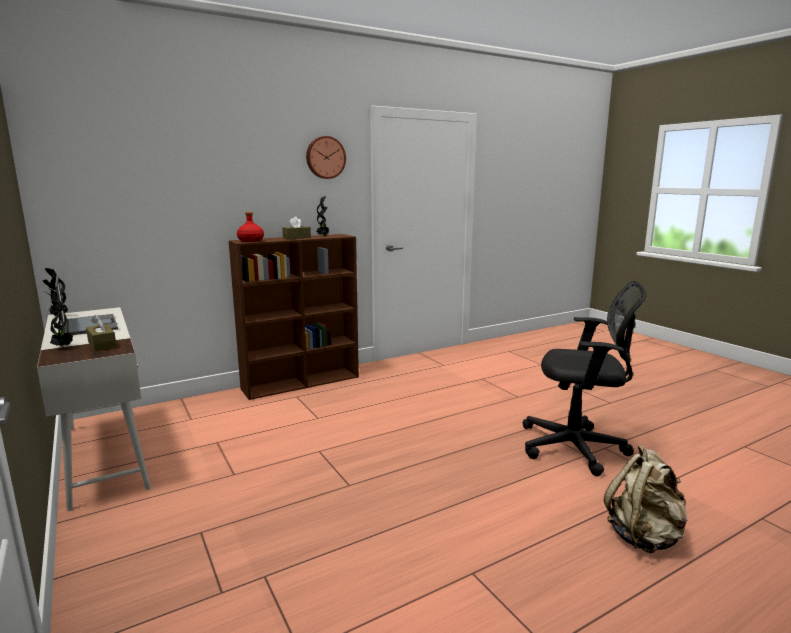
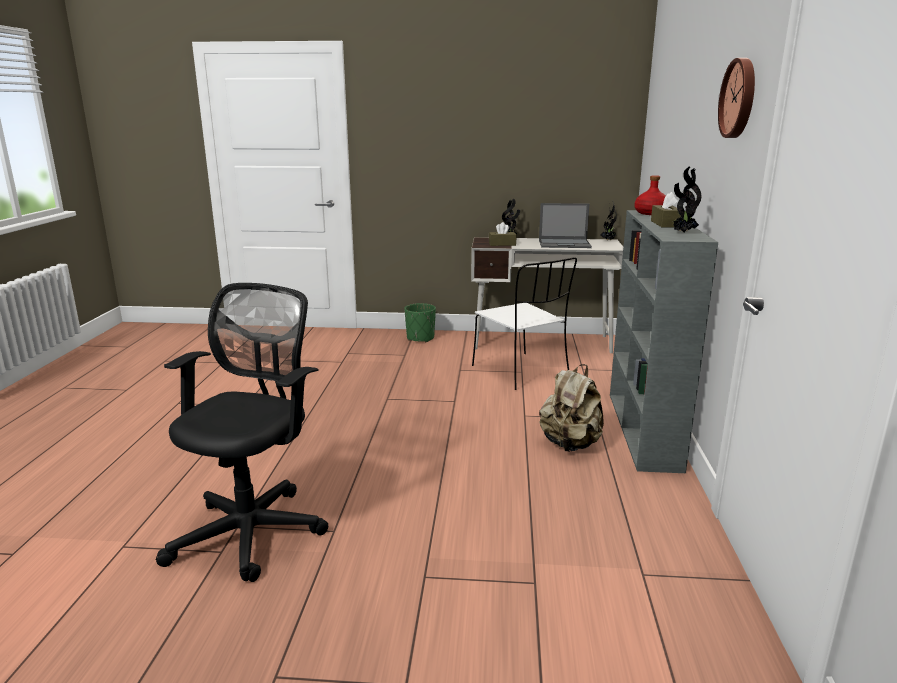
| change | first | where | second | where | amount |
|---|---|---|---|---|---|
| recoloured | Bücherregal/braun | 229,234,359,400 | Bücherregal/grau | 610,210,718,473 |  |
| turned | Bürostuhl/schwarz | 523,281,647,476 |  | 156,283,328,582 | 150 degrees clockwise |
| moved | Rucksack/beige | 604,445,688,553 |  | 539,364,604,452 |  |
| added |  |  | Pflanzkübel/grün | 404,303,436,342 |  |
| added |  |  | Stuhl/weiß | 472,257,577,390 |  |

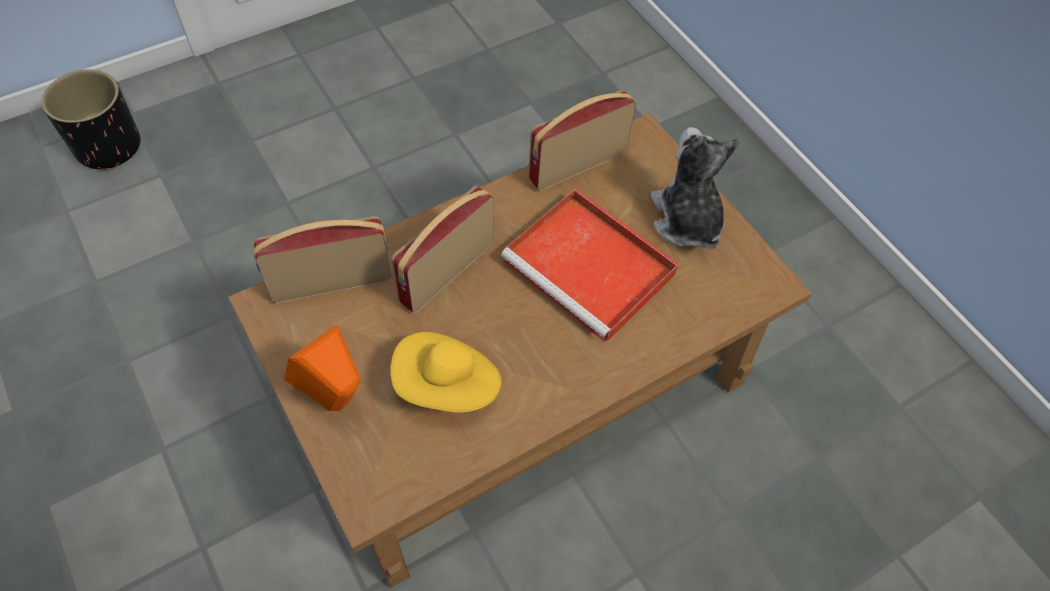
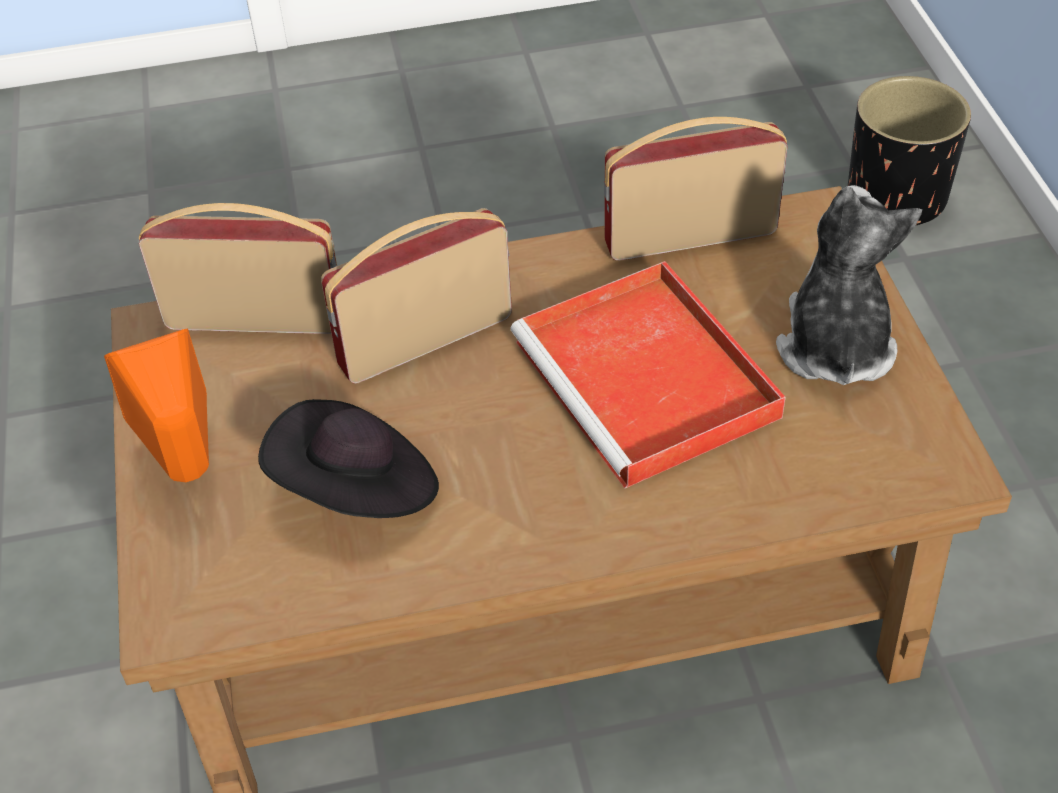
| change | first | where | second | where | amount |
|---|---|---|---|---|---|
| moved | Pflanzkübel/schwarz | 42,69,141,170 |  | 848,76,971,226 |  |
| recoloured | Hut/gelb | 391,332,502,413 | Hut/schwarz | 258,399,439,518 |  |

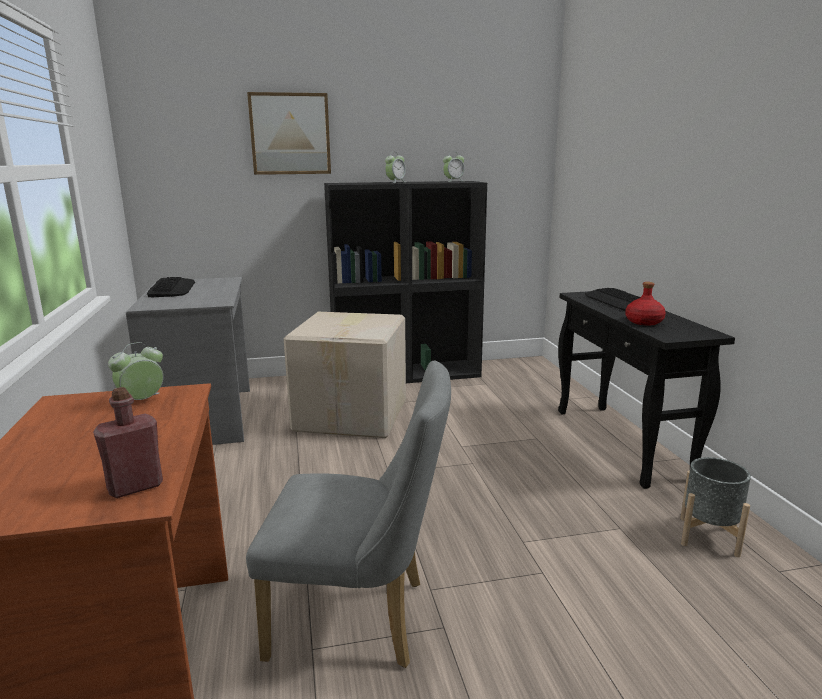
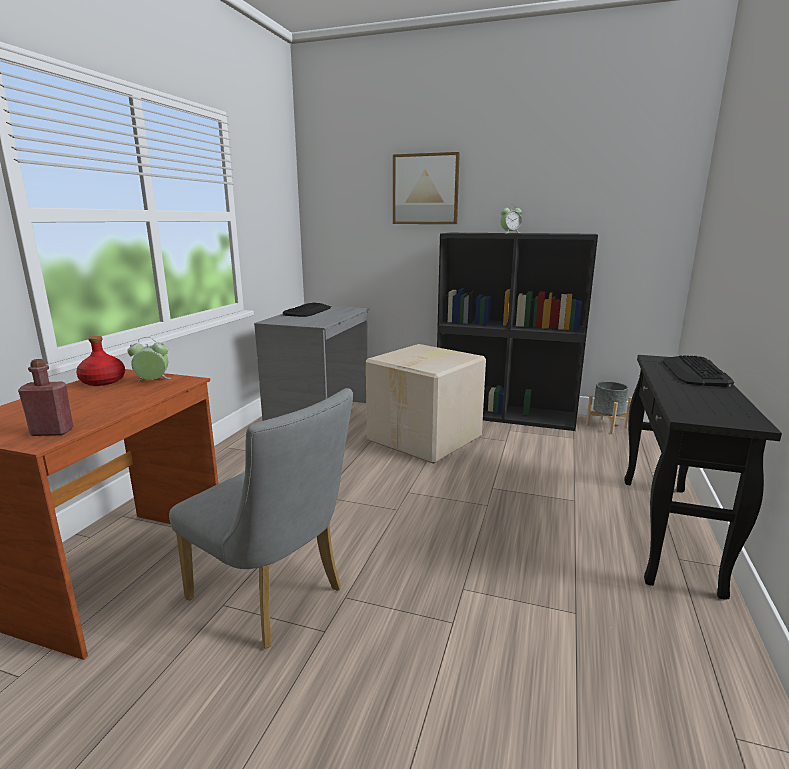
| change | first | where | second | where | amount |
|---|---|---|---|---|---|
| removed | Wecker | 443,152,465,182 |  |  |  |
| moved | Flasche/rot | 625,282,666,325 |  | 76,336,125,386 |  |
| moved | Pflanzkübel/grau | 680,457,751,557 |  | 586,381,632,434 |  |

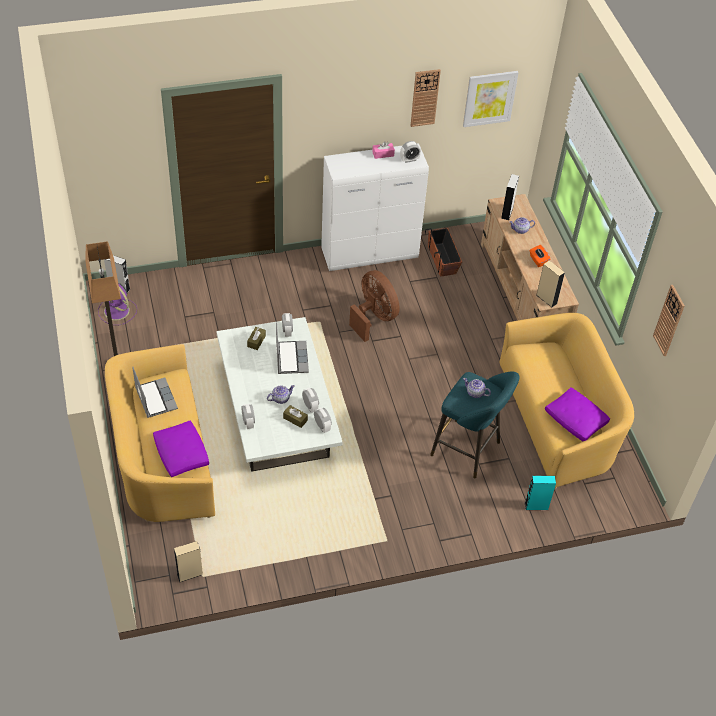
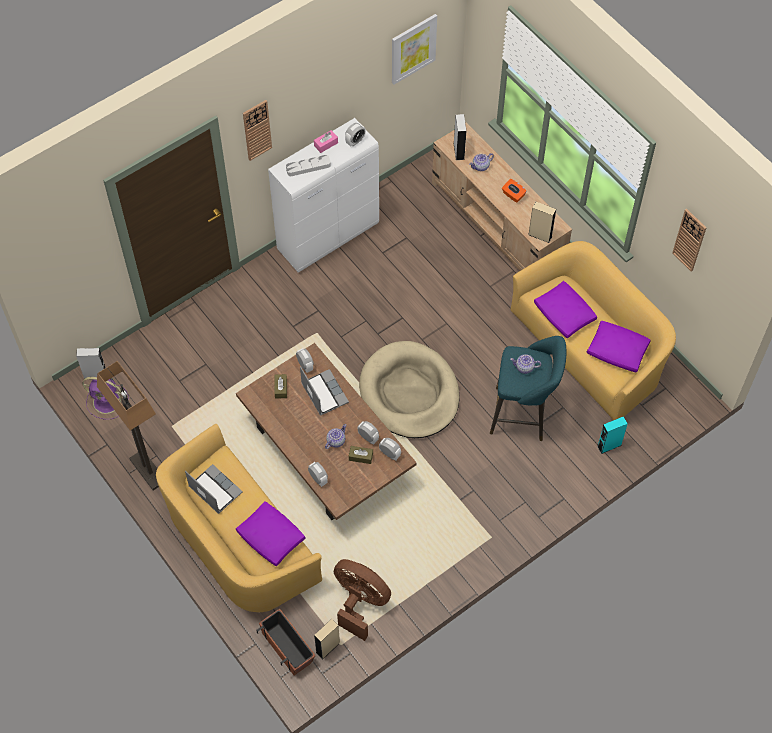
| change | first | where | second | where | amount |
|---|---|---|---|---|---|
| recoloured | Couchtisch/weiß | 216,317,343,472 | Couchtisch/braun | 236,343,417,520 |  |
| moved | Ventilator/braun | 349,270,399,342 |  | 334,559,391,641 |  |
| moved | Wanduhr | 411,69,441,127 |  | 243,100,272,161 |  |
| moved | Pflanzkübel | 425,228,462,277 |  | 256,609,316,675 |  |
| added |  |  | Tablett/grau | 286,155,331,176 |  |
| added |  |  | Hundebett/beige | 359,341,460,438 |  |
| added |  |  | Kissen/lila | 534,281,597,338 |  |

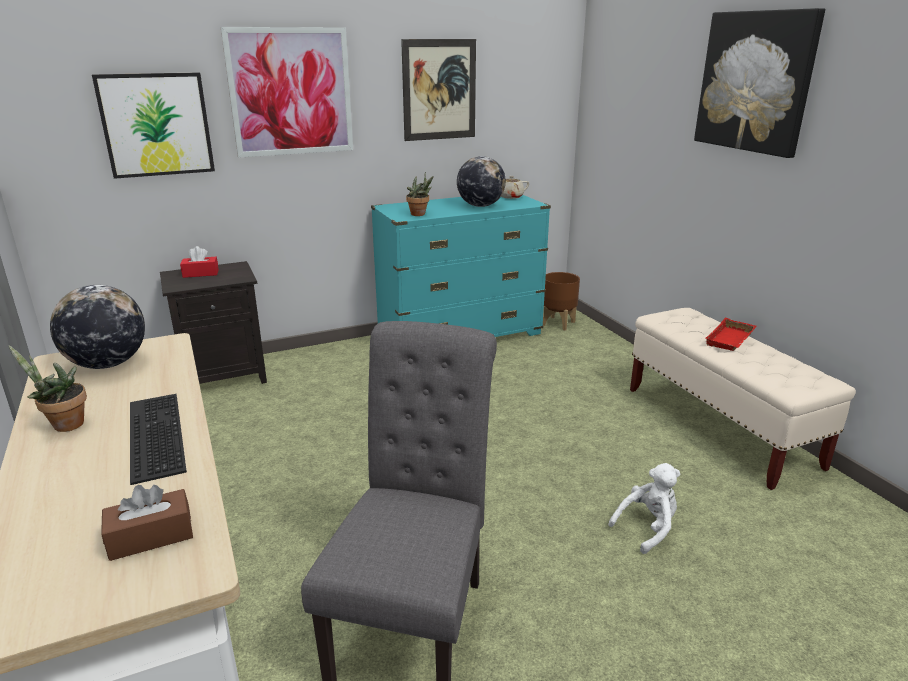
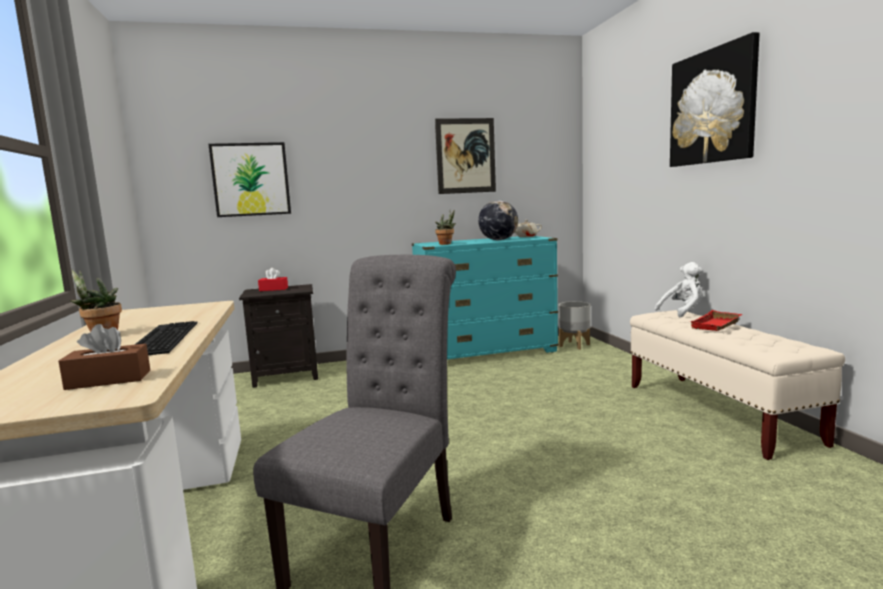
| change | first | where | second | where | amount |
|---|---|---|---|---|---|
| removed | Globus | 50,285,145,369 |  |  |  |
| removed | Bild | 221,27,353,158 |  |  |  |
| recoloured | Pflanzkübel/braun | 543,272,580,331 | Pflanzkübel/grau | 558,301,590,350 |  |
| moved | Plüschtier/weiß | 608,463,680,554 |  | 655,262,703,317 |  |

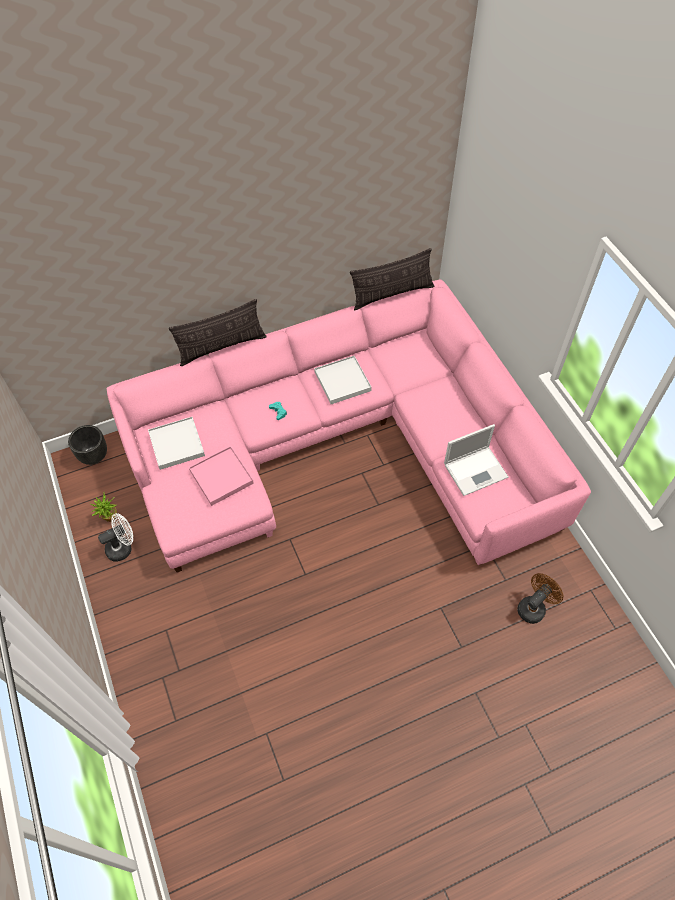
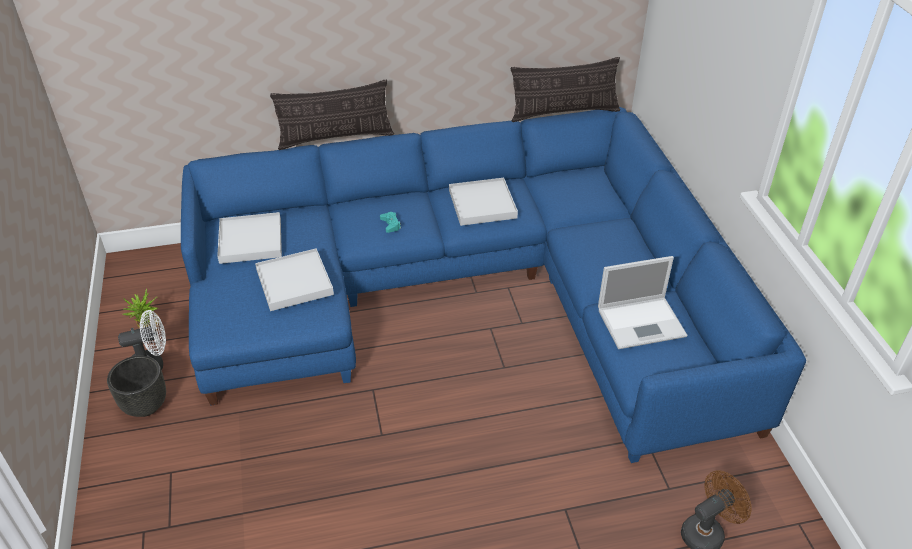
| change | first | where | second | where | amount |
|---|---|---|---|---|---|
| moved | Pflanzkübel/schwarz | 68,425,107,465 |  | 107,355,166,417 |  |
| recoloured | Sofa/rosa | 106,280,591,573 | Sofa/blau | 181,107,806,463 |  |
| recoloured | Tablett/rosa | 189,446,254,506 | Tablett/weiß | 255,248,334,311 |  |

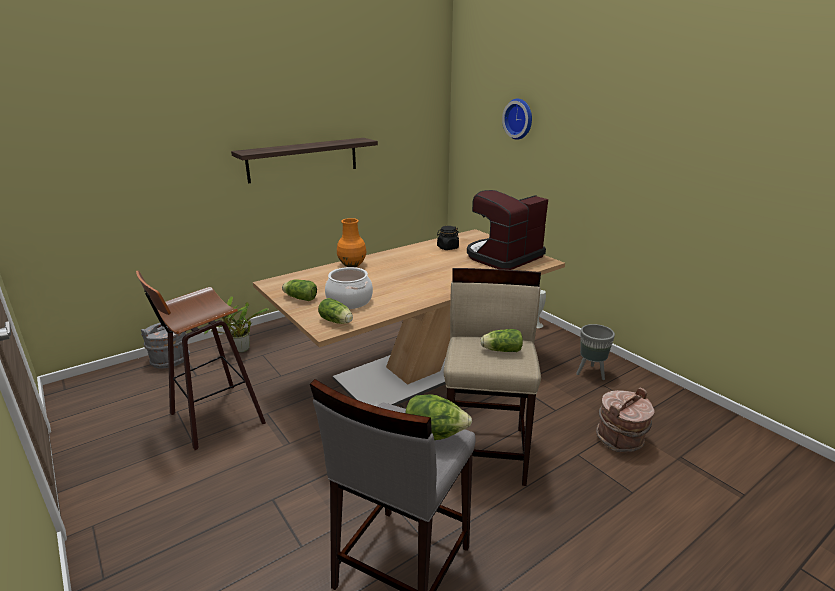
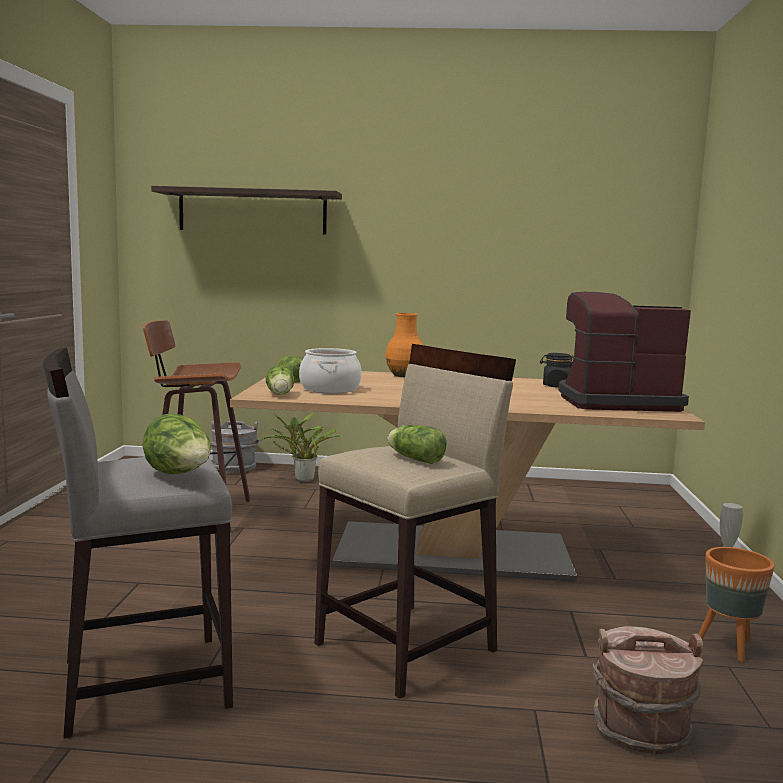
| change | first | where | second | where | amount |
|---|---|---|---|---|---|
| moved | Wandregal | 231,138,378,183 |  | 151,186,342,235 |  |
| removed | Wanduhr | 502,99,532,140 |  |  |  |
| recoloured | Pflanzkübel/grau | 576,324,615,380 | Pflanzkübel/orange | 698,547,774,662 |  |

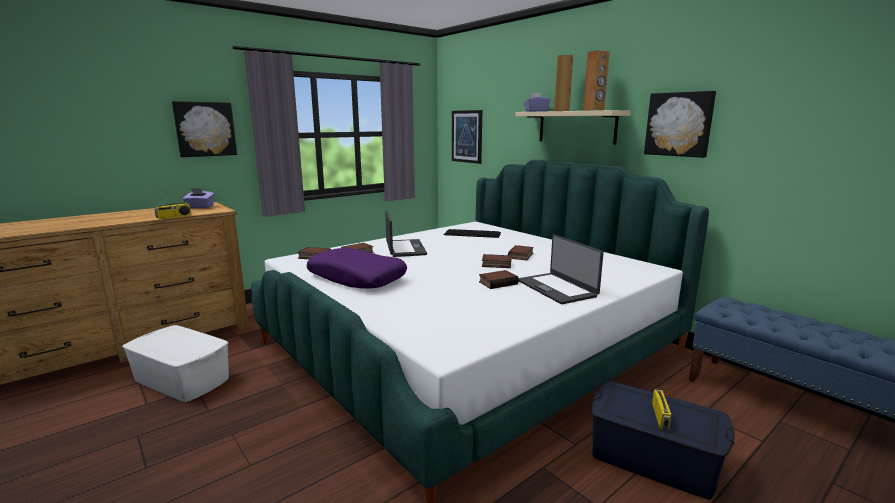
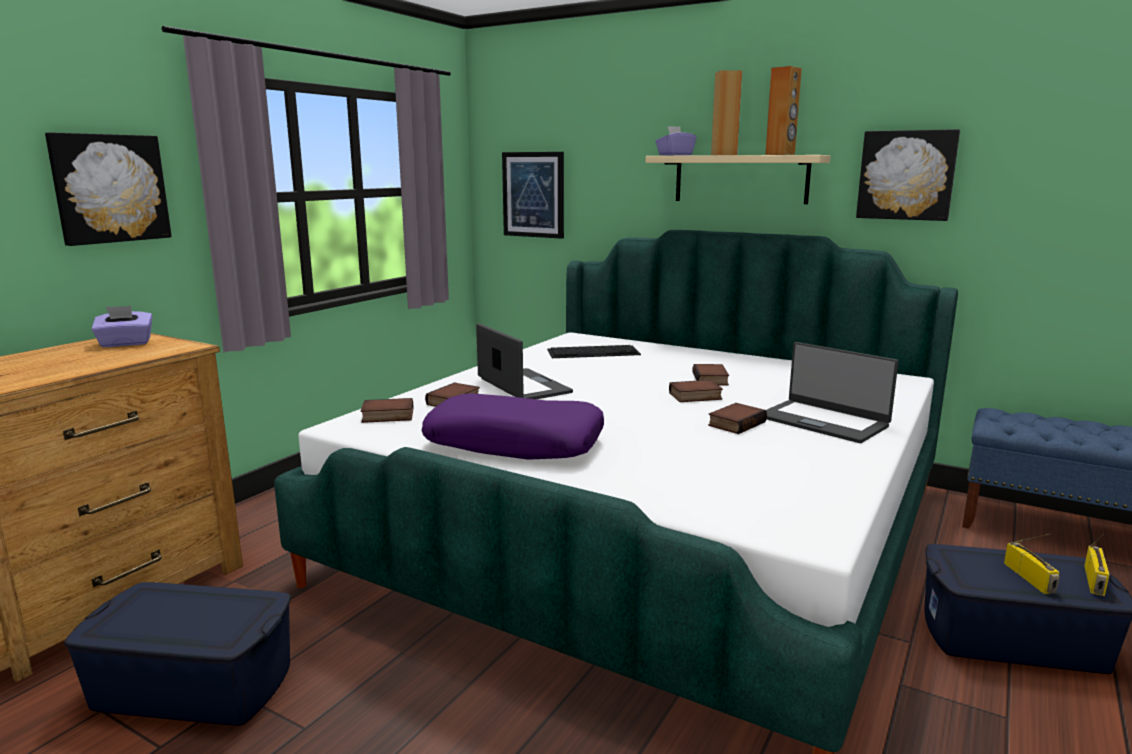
| change | first | where | second | where | amount |
|---|---|---|---|---|---|
| recoloured | Aufbewahrungsbox/weiß | 123,325,229,402 | Aufbewahrungsbox/blau | 64,582,291,726 |  |
| moved | Radio | 154,188,191,219 |  | 1084,534,1109,596 |  |

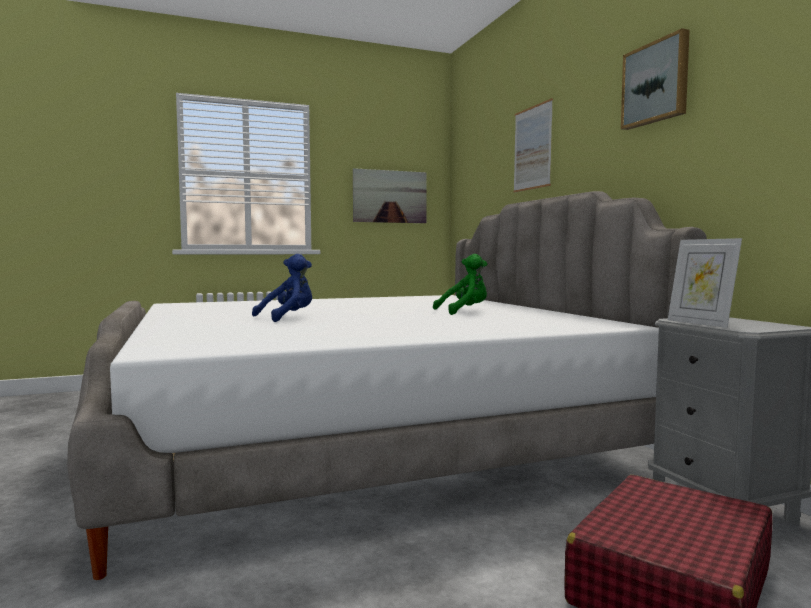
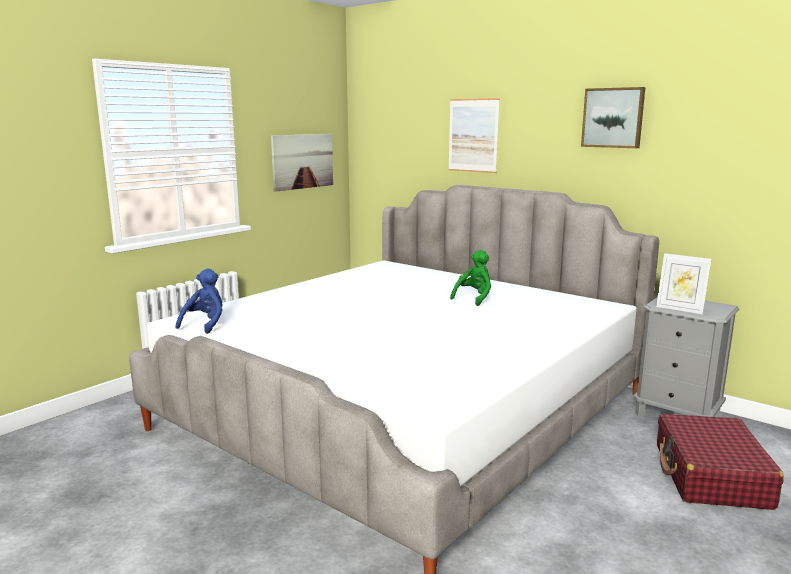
| change | first | where | second | where | amount |
|---|---|---|---|---|---|
| moved | Plüschtier/blau | 252,254,312,322 |  | 176,269,222,334 |  |

